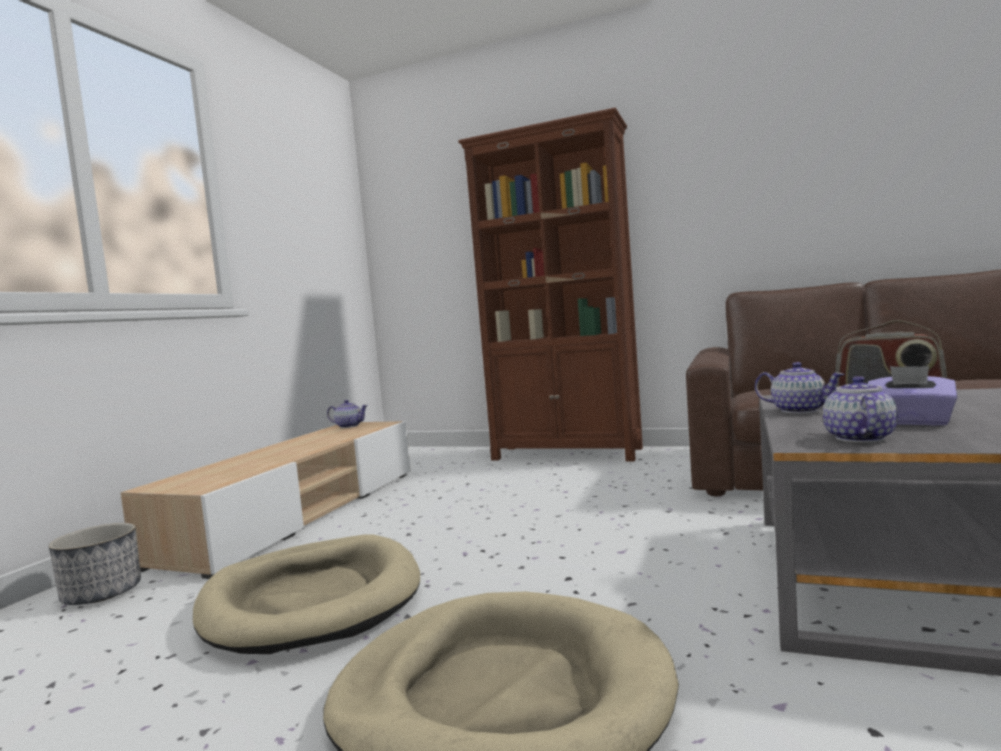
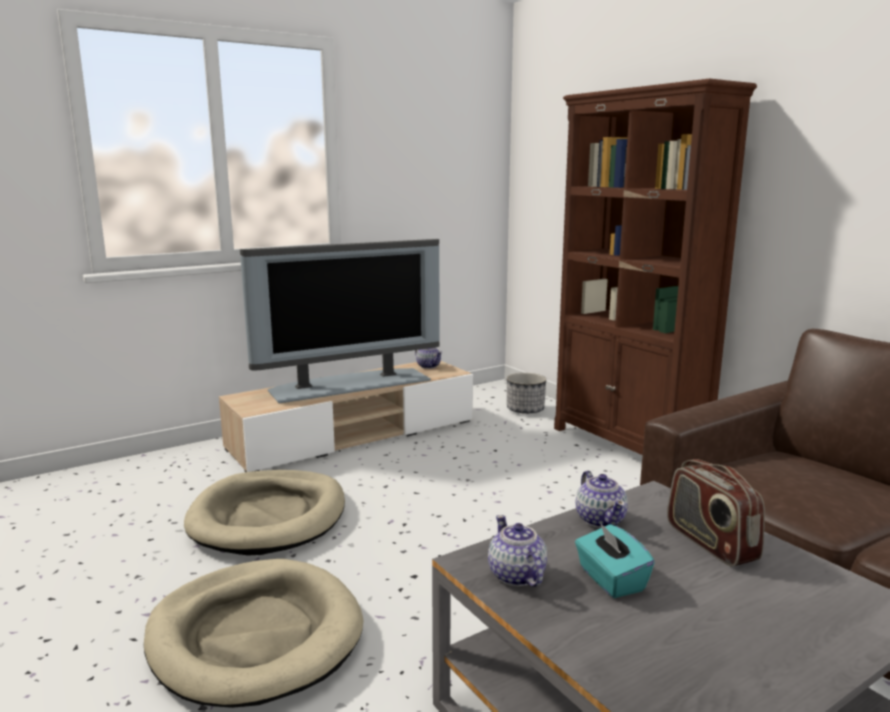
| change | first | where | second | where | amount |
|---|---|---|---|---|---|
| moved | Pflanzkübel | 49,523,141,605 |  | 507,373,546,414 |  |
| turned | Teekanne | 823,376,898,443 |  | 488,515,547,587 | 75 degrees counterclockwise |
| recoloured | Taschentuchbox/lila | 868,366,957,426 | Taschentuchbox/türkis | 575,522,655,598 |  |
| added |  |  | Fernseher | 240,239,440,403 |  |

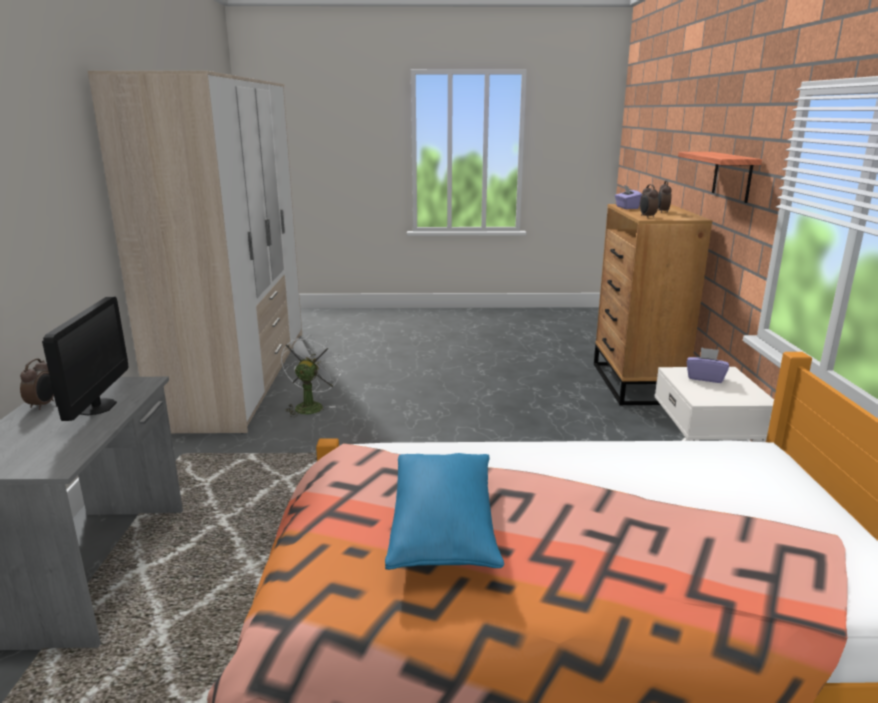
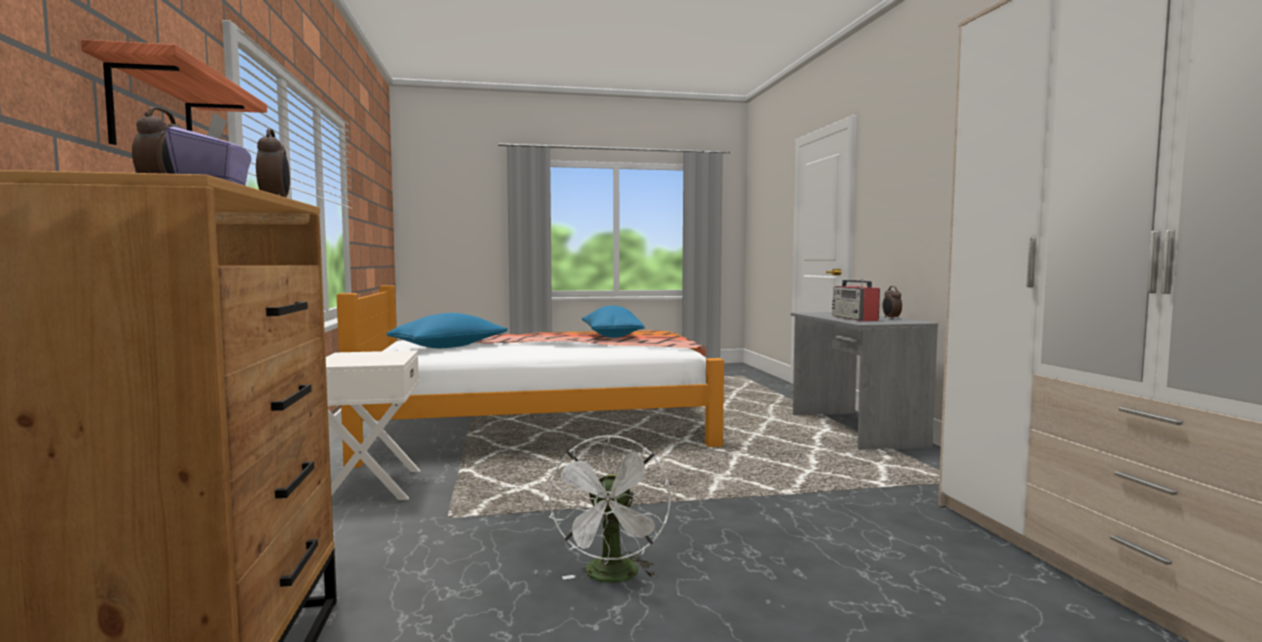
| change | first | where | second | where | amount |
|---|---|---|---|---|---|
| replaced | Monitor | 42,297,128,421 | Radio | 832,279,880,321 |  |
| moved | Ventilator/weiß | 281,334,342,417 |  | 548,435,671,583 |  |
| removed | Taschentuchbox/lila | 687,347,729,383 |  |  |  |
| added |  |  | Kissen/blau | 387,313,508,348 |  |

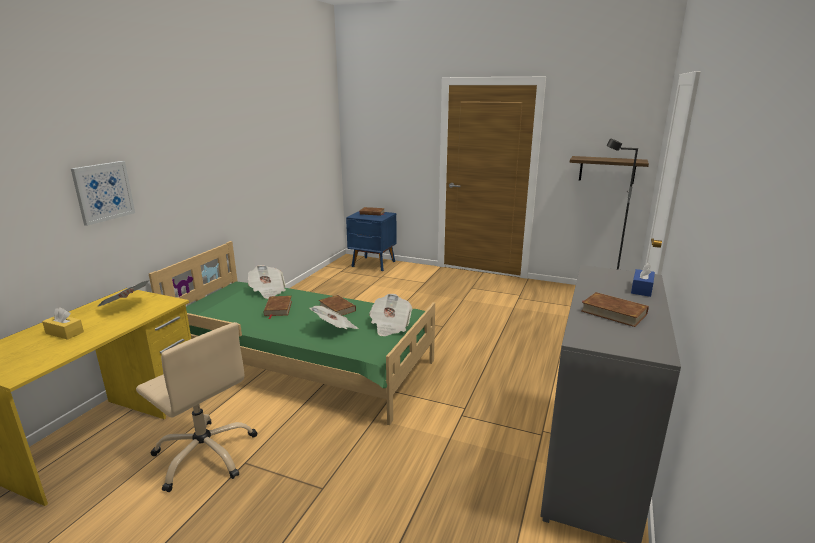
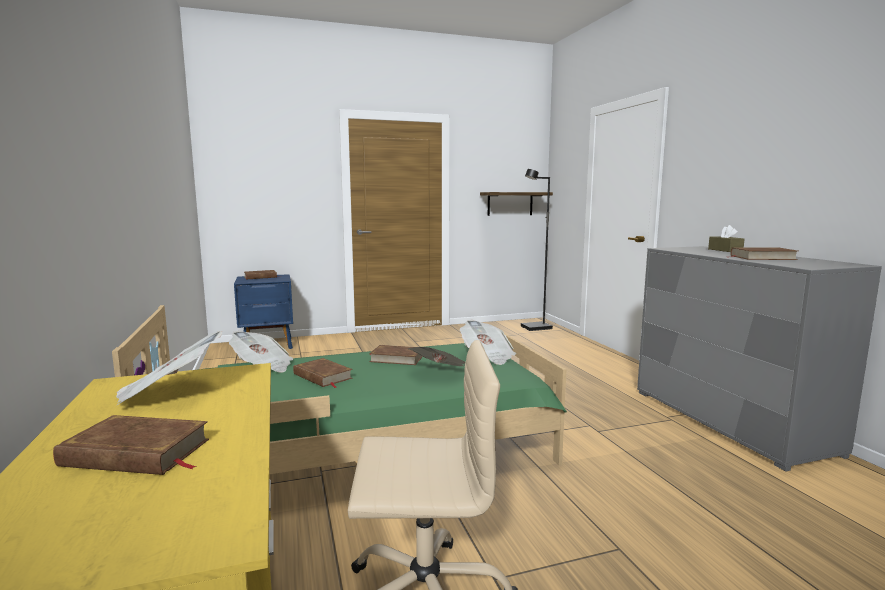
| change | first | where | second | where | amount |
|---|---|---|---|---|---|
| replaced | Taschentuchbox/gelb | 42,307,84,340 | Buch/braun | 53,415,209,475 |  |
| removed | Bild | 71,161,135,226 |  |  |  |
| recoloured | Taschentuchbox/blau | 631,262,655,297 | Taschentuchbox/braun | 708,225,745,252 |  |

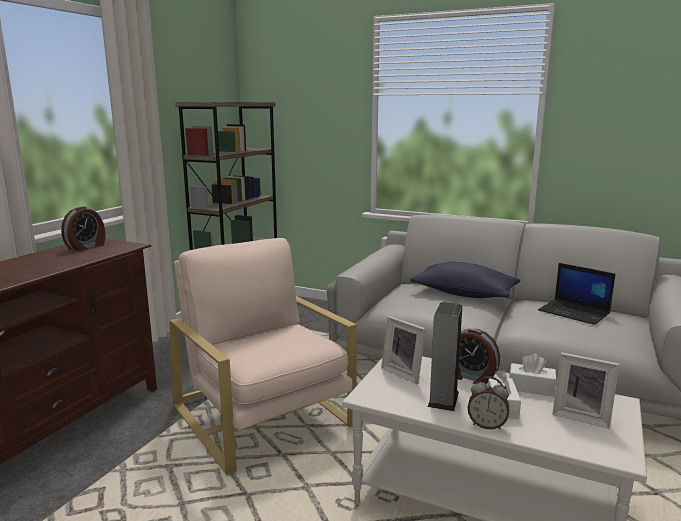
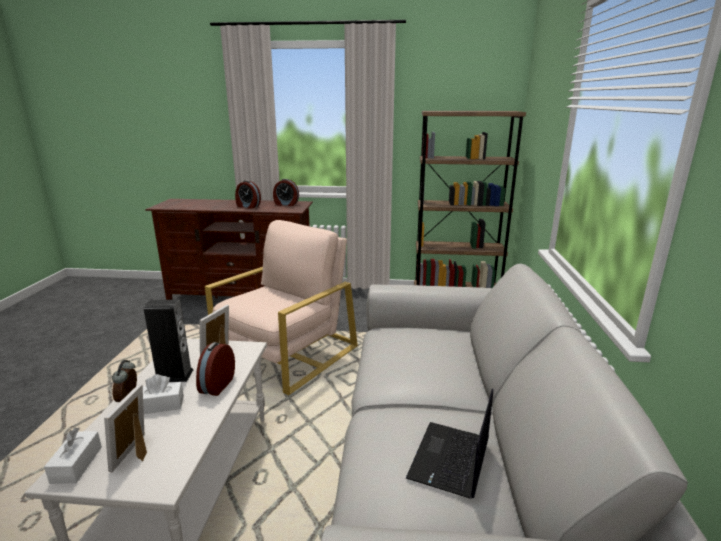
| change | first | where | second | where | amount |
|---|---|---|---|---|---|
| removed | Kissen/blau | 410,262,520,298 |  |  |  |
| moved | Taschentuchbox/weiß | 509,354,557,396 |  | 44,428,102,484 |  |
| added |  |  | Wecker | 235,180,261,209 |  |

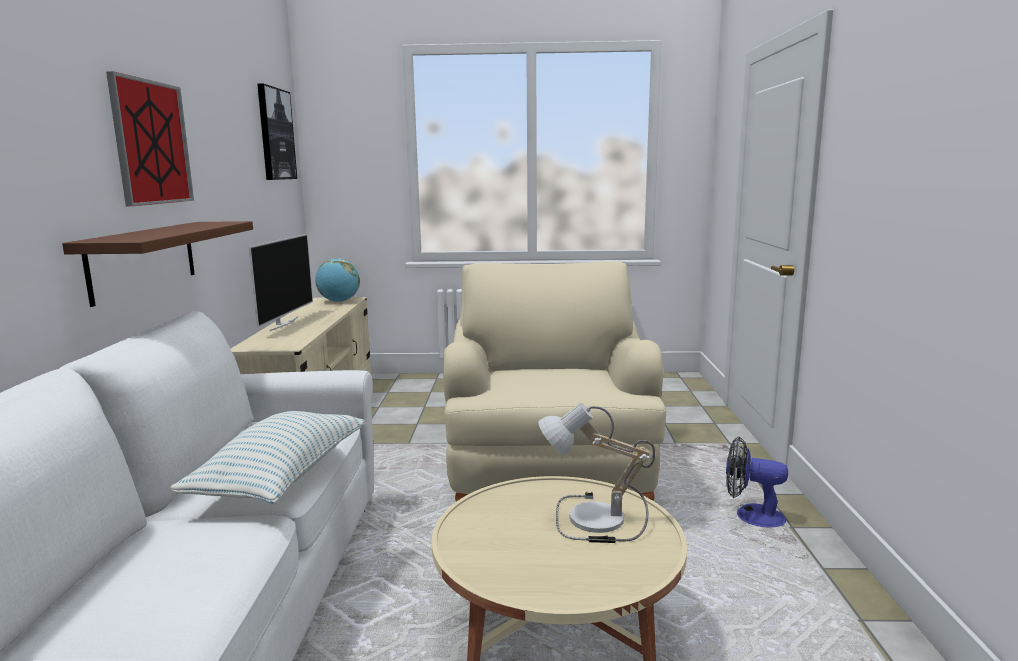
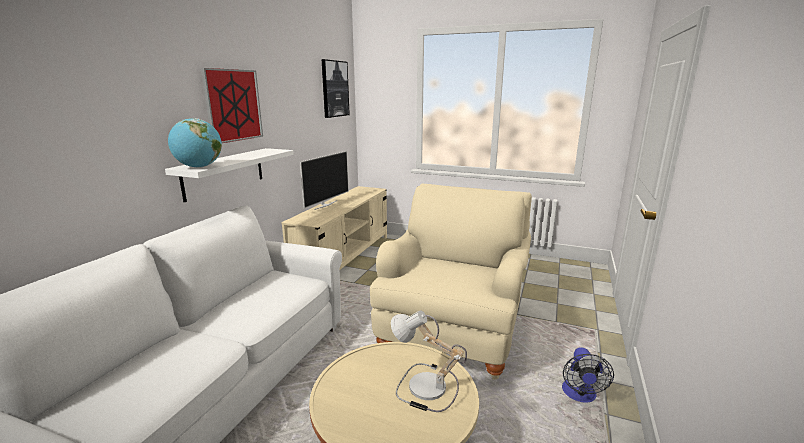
| change | first | where | second | where | amount |
|---|---|---|---|---|---|
| recoloured | Wandregal/braun | 62,221,253,307 | Wandregal/weiß | 165,148,294,202 |  |
| removed | Kissen | 170,411,365,504 |  |  |  |
| moved | Globus | 315,258,360,302 |  | 168,118,222,168 |  |
| turned | Ventilator | 726,437,788,527 |  | 562,347,614,403 | 120 degrees counterclockwise |

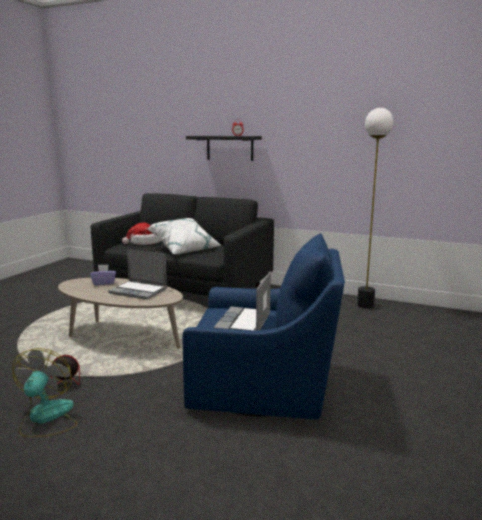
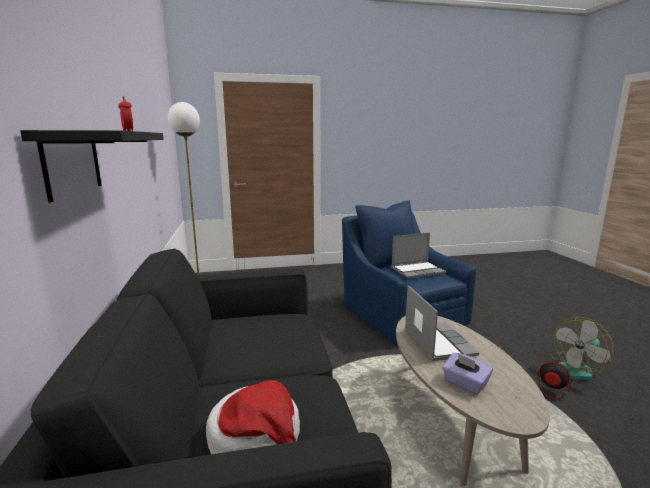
| change | first | where | second | where | amount |
|---|---|---|---|---|---|
| removed | Kissen/weiß | 147,218,220,254 |  |  |  |

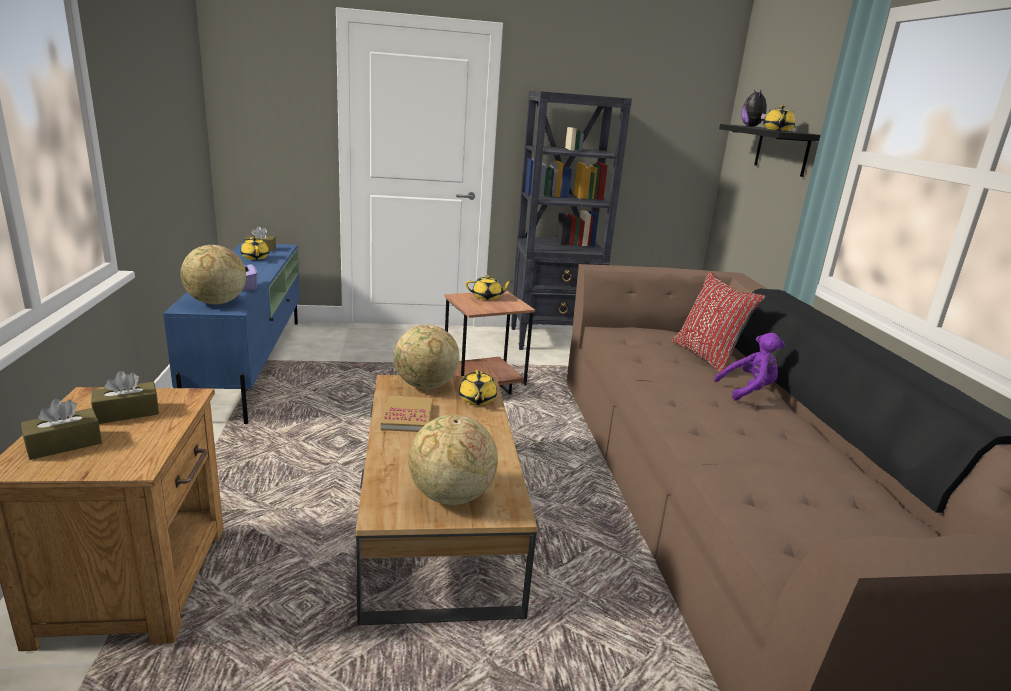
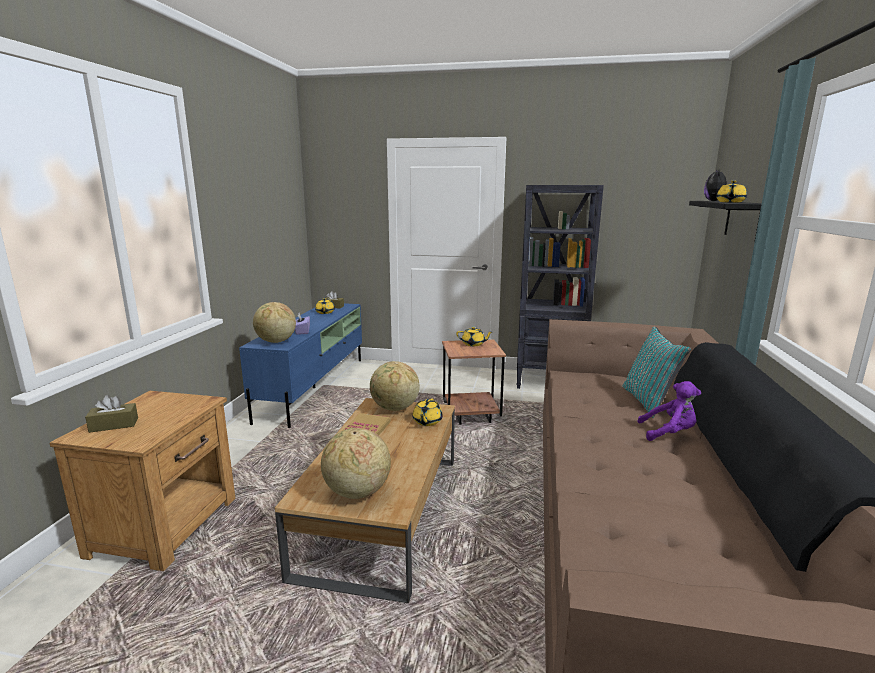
| change | first | where | second | where | amount |
|---|---|---|---|---|---|
| removed | Taschentuchbox/braun | 91,371,159,424 |  |  |  |
| recoloured | Kissen/rot | 672,272,766,373 | Kissen/türkis | 622,327,691,418 |  |

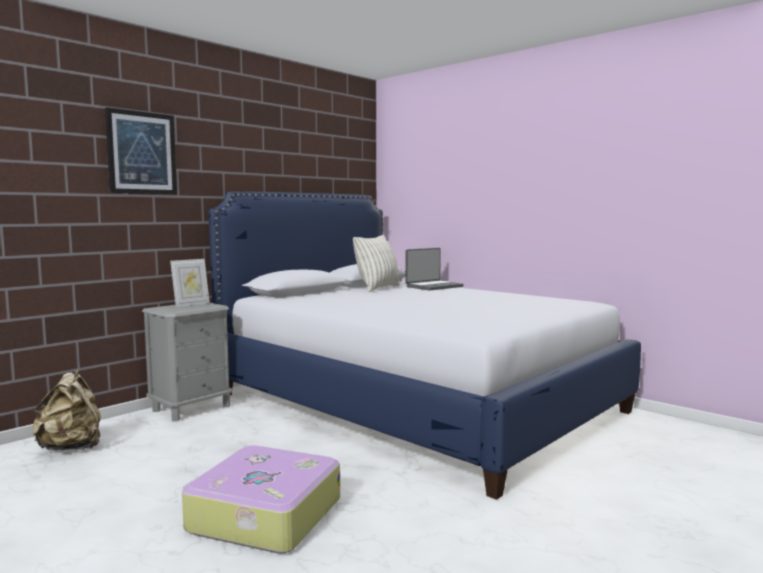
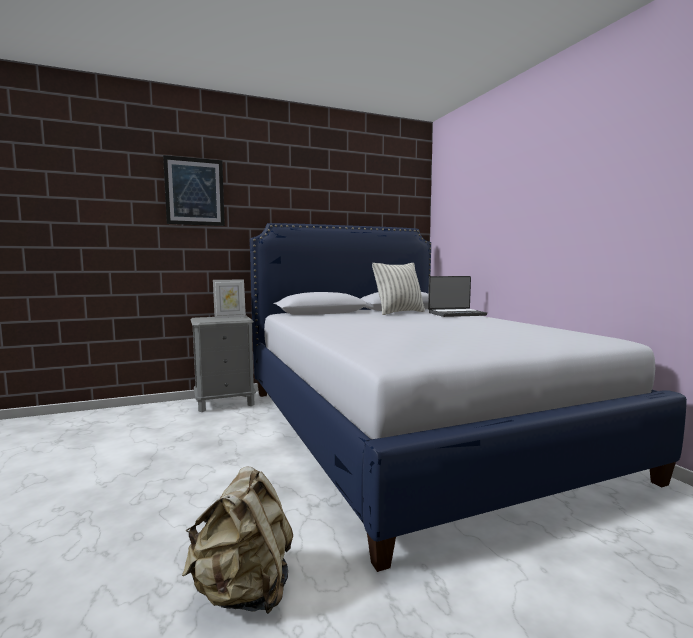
| change | first | where | second | where | amount |
|---|---|---|---|---|---|
| moved | Rucksack/beige | 32,369,101,450 |  | 182,466,293,614 |  |
| removed | Koffer | 182,445,340,554 |  |  |  |

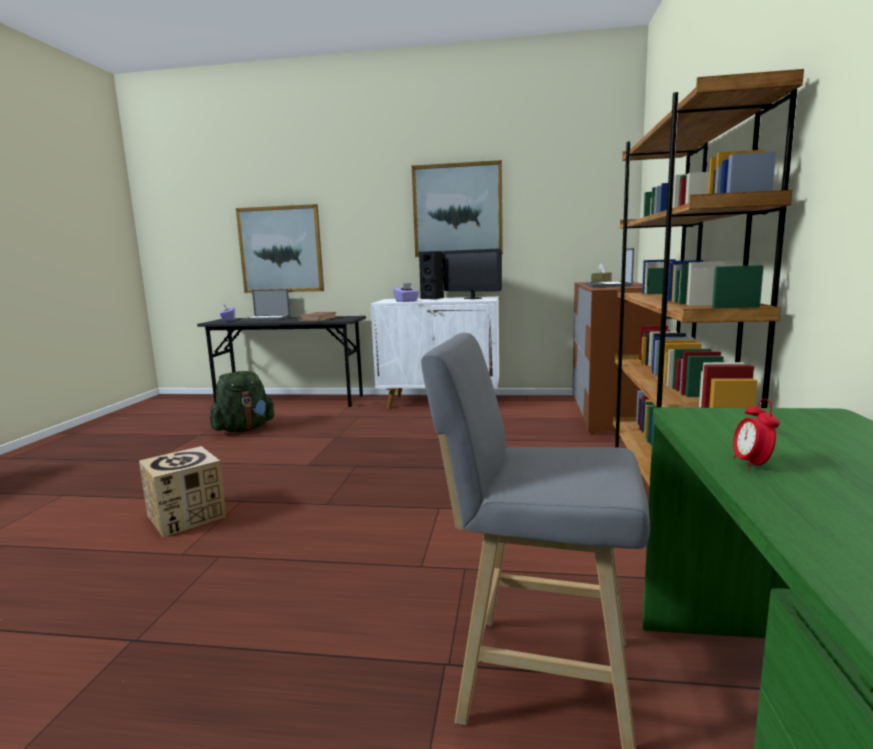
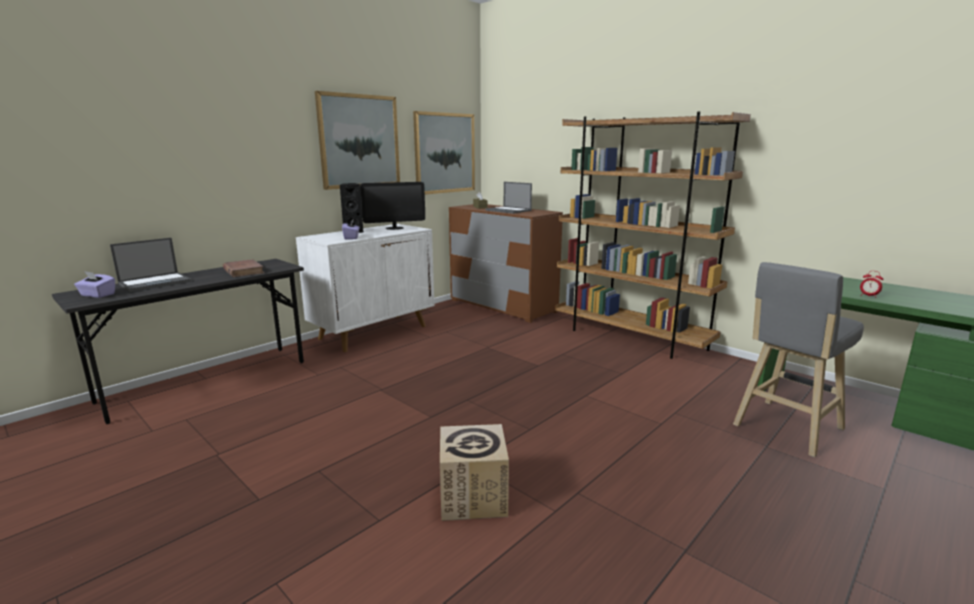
| change | first | where | second | where | amount |
|---|---|---|---|---|---|
| removed | Rucksack/grün | 209,371,275,432 |  |  |  |
| moved | Bild | 236,204,324,293 |  | 413,111,475,195 |  |

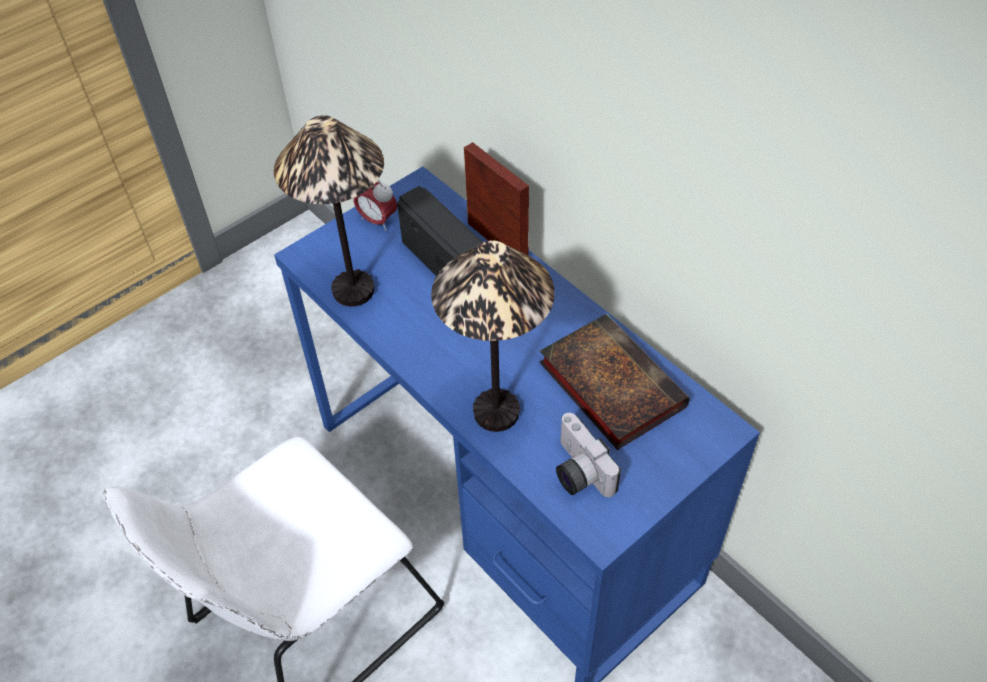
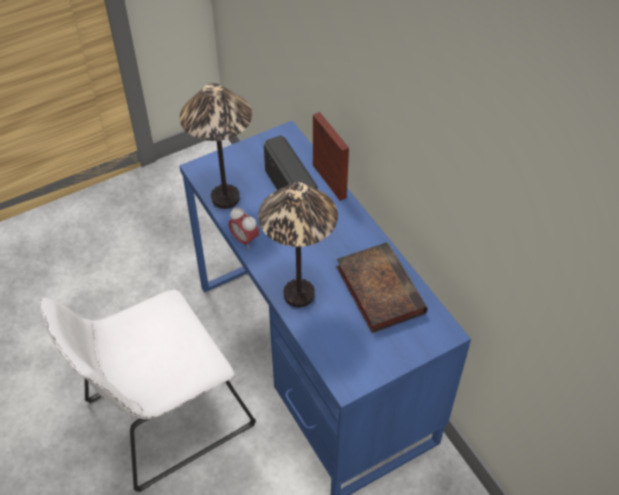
| change | first | where | second | where | amount |
|---|---|---|---|---|---|
| moved | Wecker | 354,180,397,231 |  | 228,207,259,249 |  |
| removed | Kamera | 556,413,621,498 |  |  |  |

